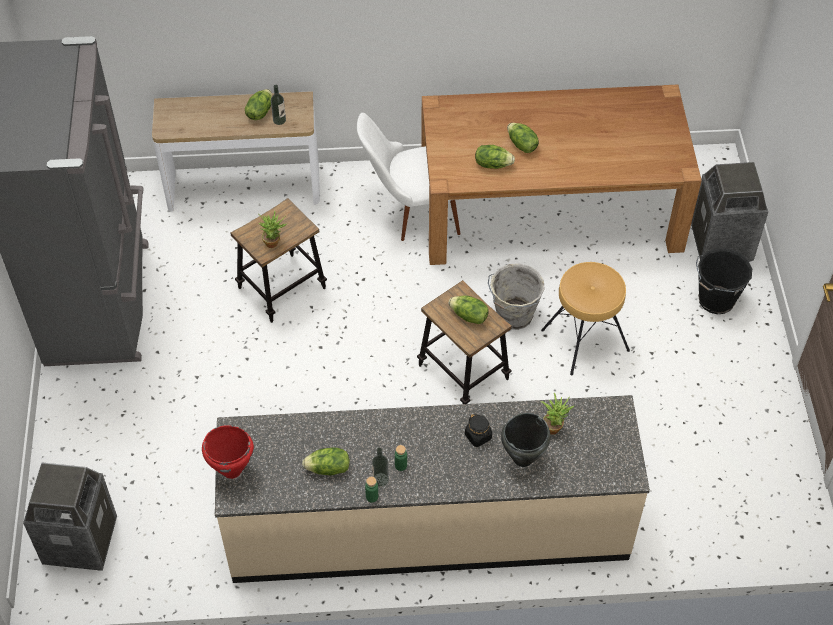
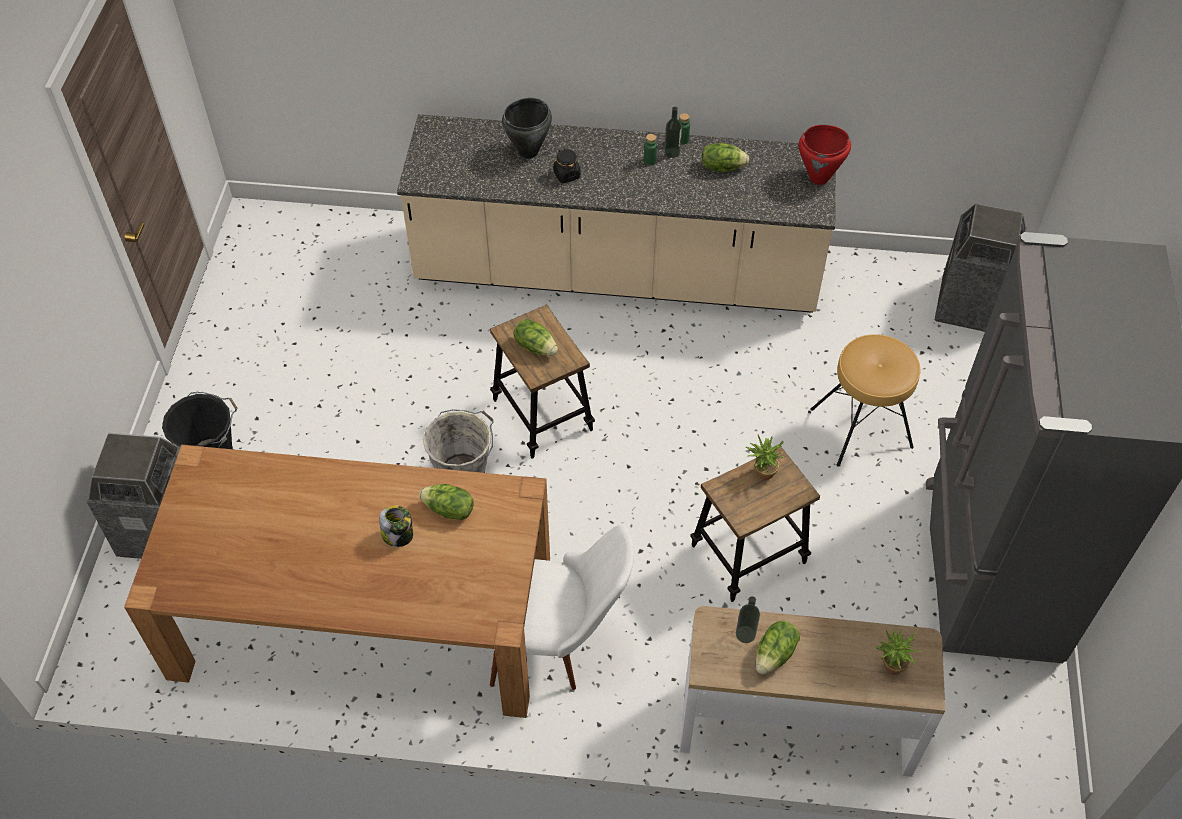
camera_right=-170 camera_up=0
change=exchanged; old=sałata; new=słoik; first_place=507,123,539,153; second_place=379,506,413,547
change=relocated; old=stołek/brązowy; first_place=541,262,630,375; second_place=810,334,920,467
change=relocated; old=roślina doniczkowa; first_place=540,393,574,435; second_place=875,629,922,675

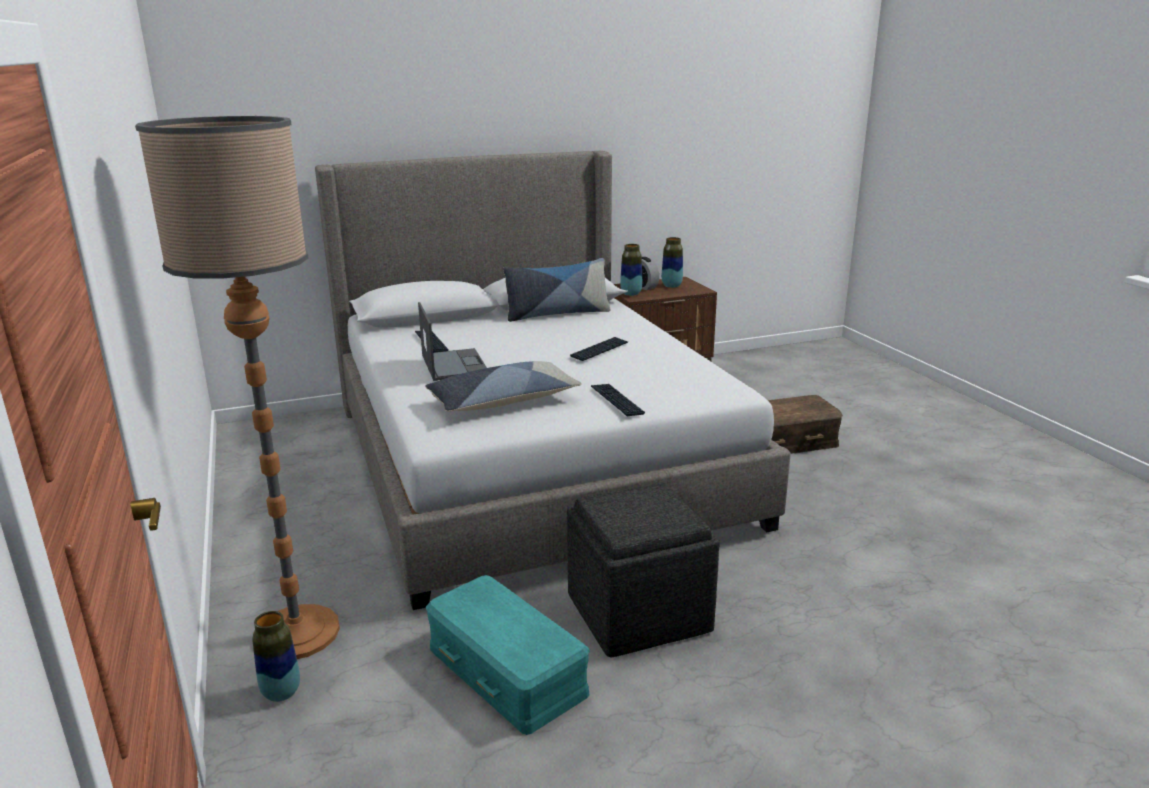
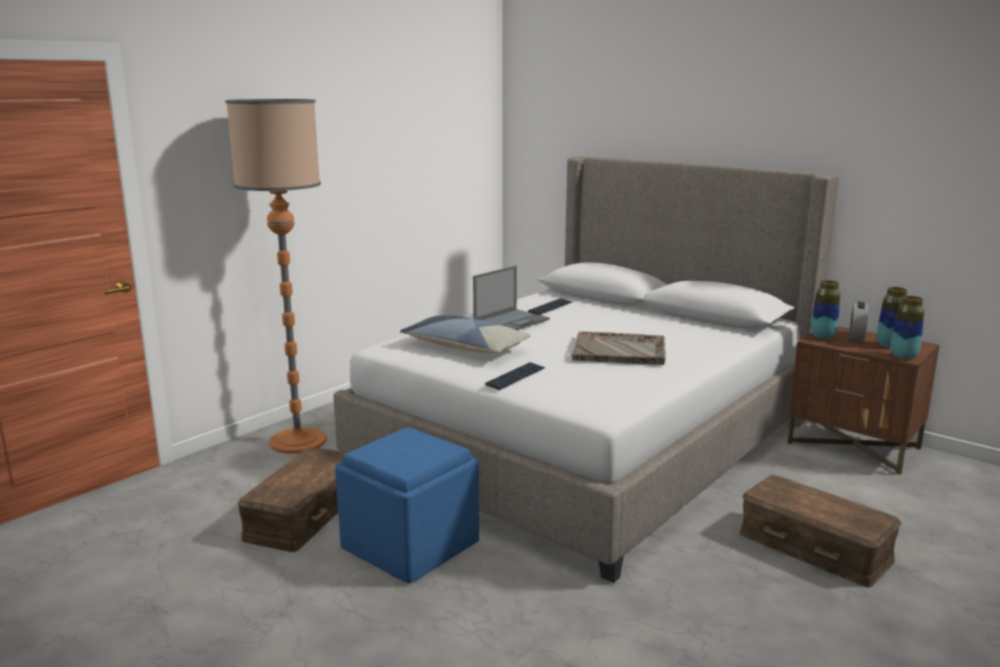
camera_right=60 camera_up=-5
change=colour; old=pojemnik do przechowywania/turkusowy; new=pojemnik do przechowywania/brązowy; first_place=426,575,590,735; second_place=237,447,347,552
change=colour; old=pufa/szary; new=pufa/niebieski; first_place=567,482,720,657; second_place=335,427,479,583
change=exchanged; old=klawiatura; new=taca/szary; first_place=570,337,628,361; second_place=572,331,666,365
change=relocated; old=wazon; first_place=252,611,300,702; second_place=891,296,924,359
change=missing; old=poduszka; first_place=503,258,611,322

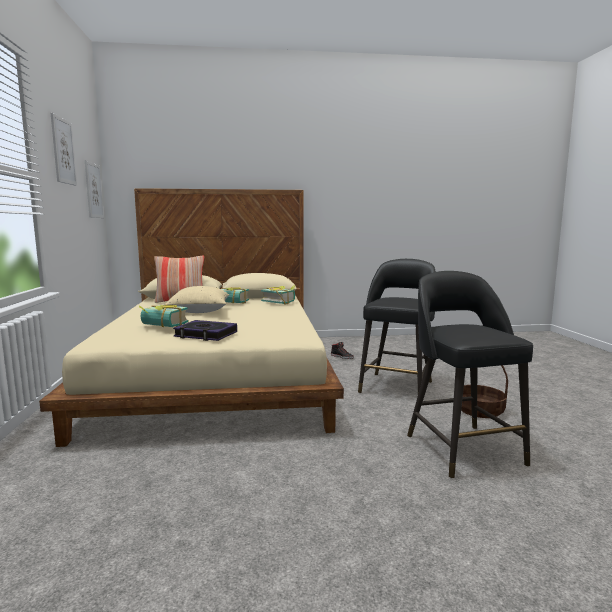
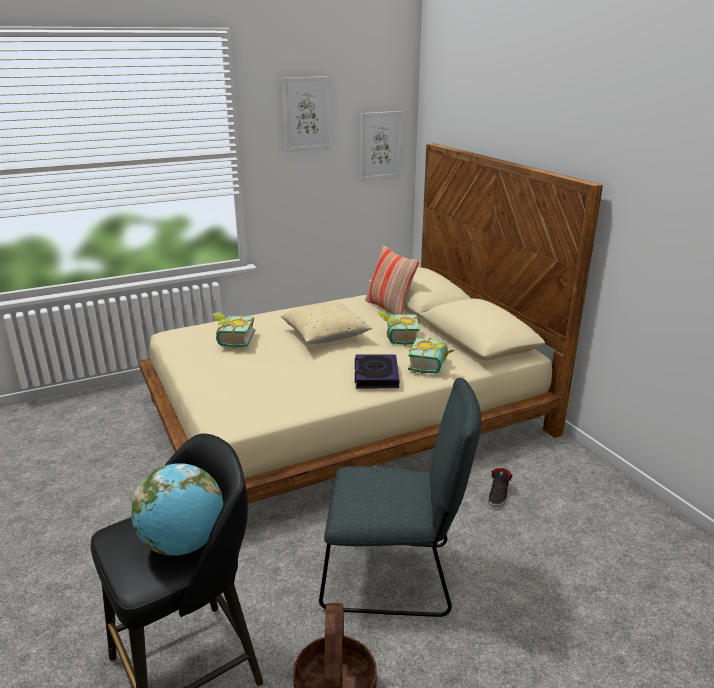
camera_right=70 camera_up=15
change=appeared; new=globus; second_place=131,463,223,556
change=exchanged; old=stołek/czarny; new=krzesło/szary; first_place=358,259,436,393; second_place=319,378,481,617
change=relocated; old=książka; first_place=173,320,237,341; second_place=355,354,399,388

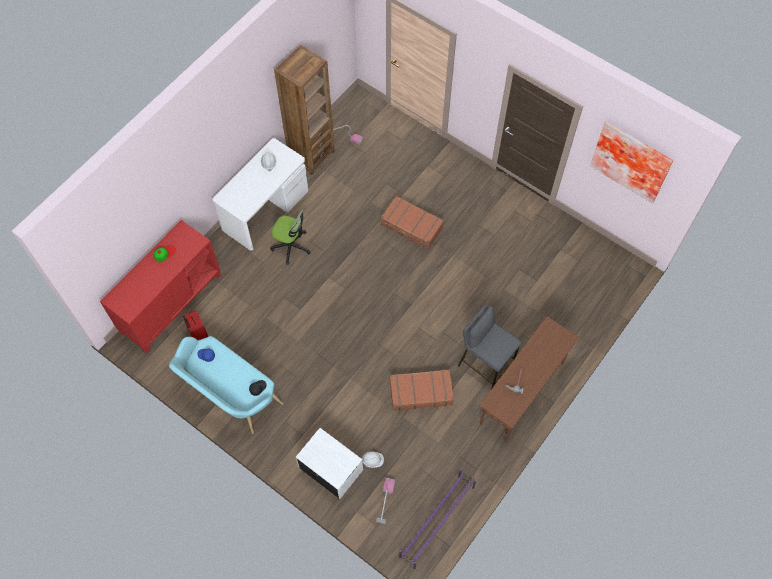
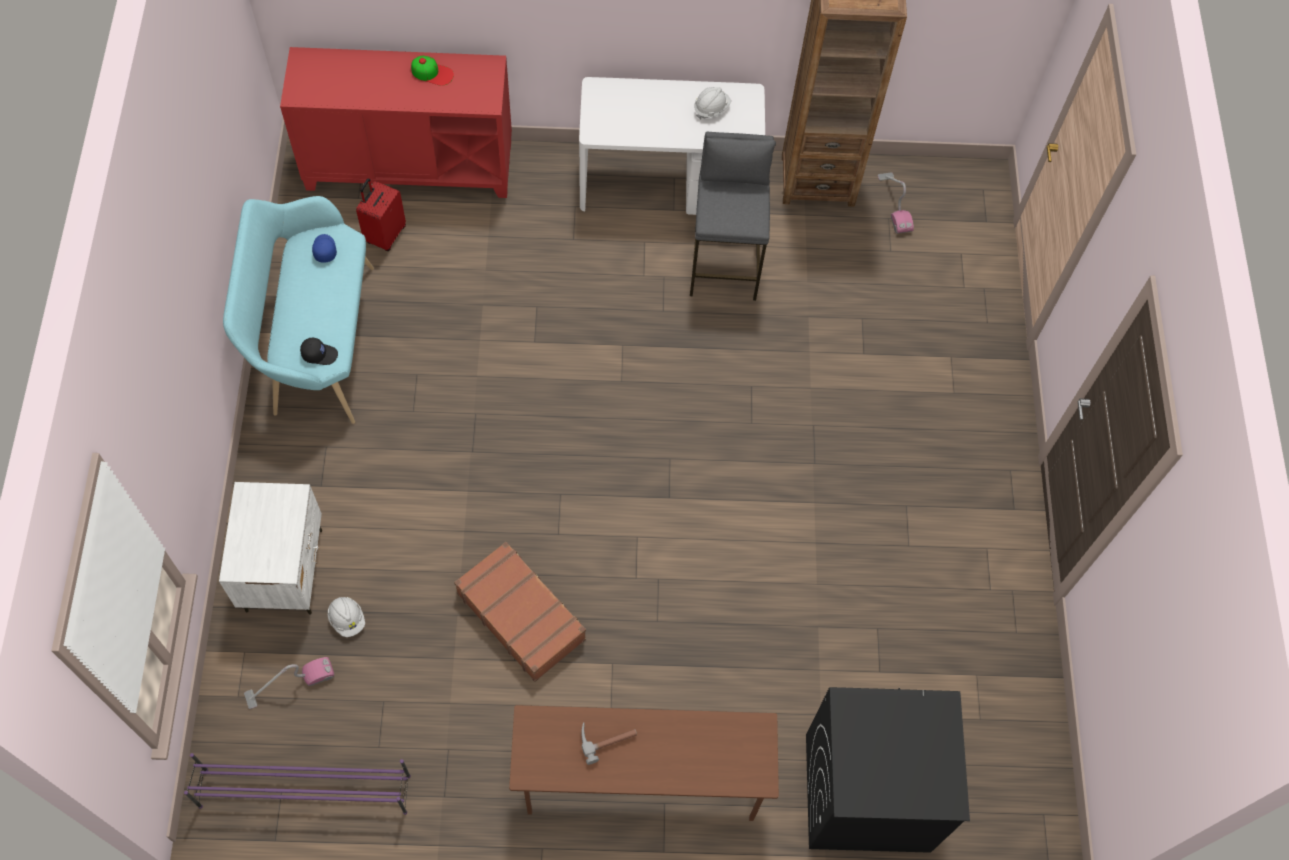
camera_right=50 camera_up=0
change=relocated; old=stołek/szary; first_place=458,305,522,389; second_place=690,132,776,301
change=appeared; new=pralka/czarny; second_place=806,687,970,853
change=missing; old=krzesło biurowe; first_place=270,210,311,265
change=missing; old=walizka/brązowy; first_place=381,196,444,249
change=missing; old=obraz; first_place=590,121,673,204

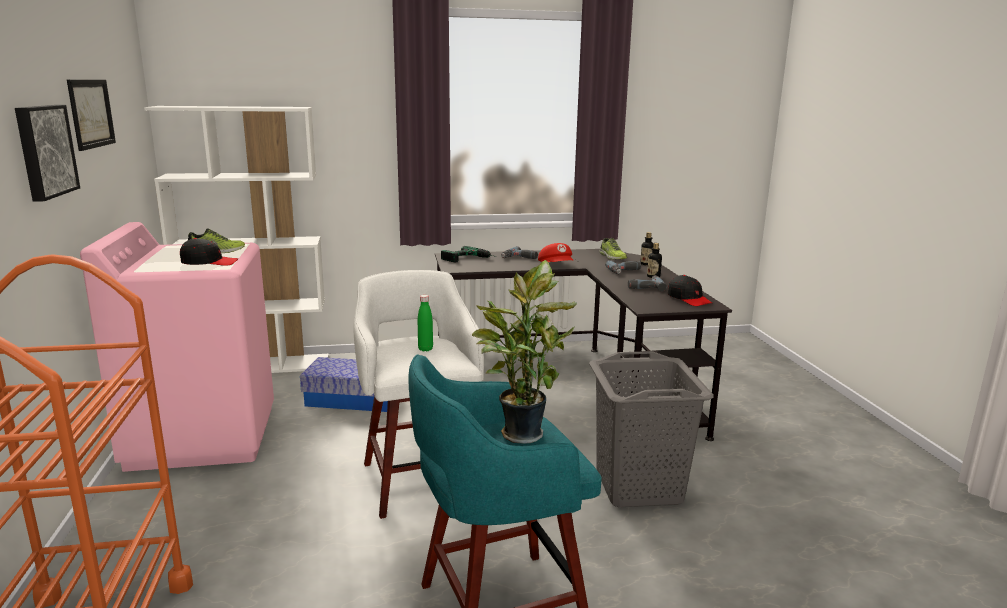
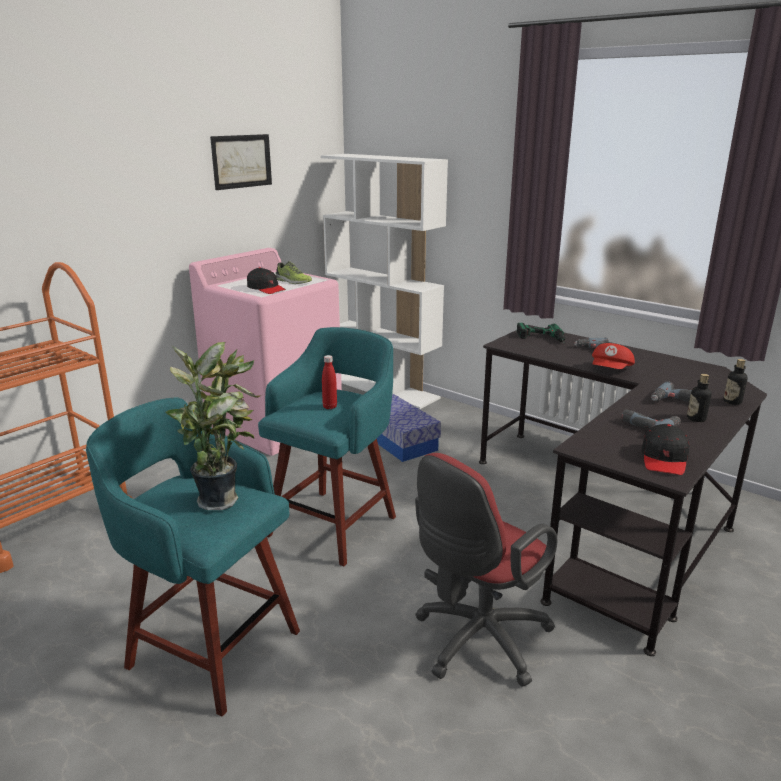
camera_right=50 camera_up=5
change=colour; old=stołek/biały; new=stołek/turkusowy; first_place=353,270,484,519; second_place=258,327,396,566
change=colour; old=butelka/zielony; new=butelka/czerwony; first_place=418,295,433,351; second_place=322,355,337,409
change=exchanged; old=kosz na pranie/szary; new=krzesło biurowe/czerwony; first_place=589,351,714,507; second_place=415,453,557,687
change=missing; old=obraz; first_place=15,105,80,202
change=missing; old=but; first_place=599,238,627,259

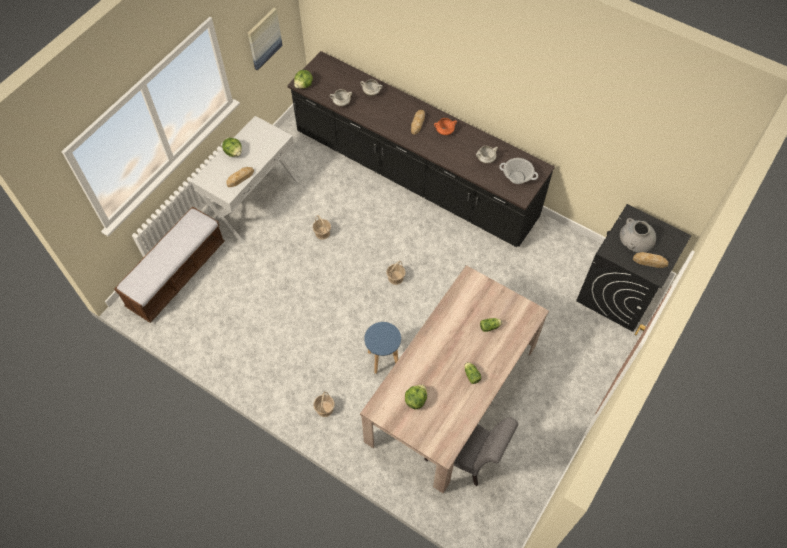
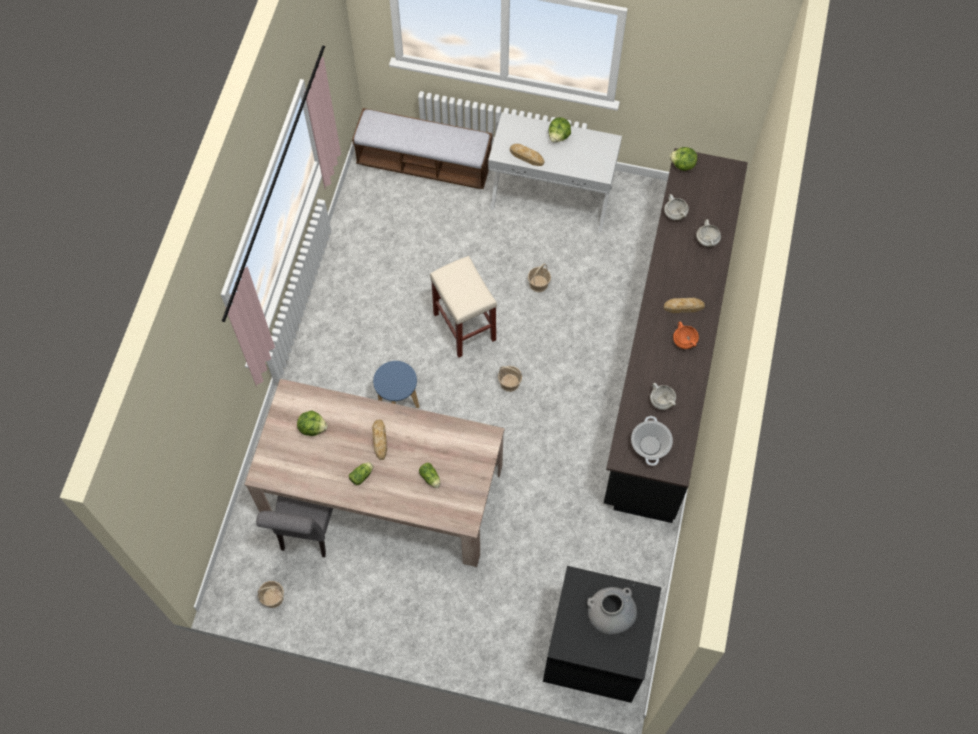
camera_right=70 camera_up=5
change=relocated; old=koszyk; first_place=314,391,334,417; second_place=258,581,284,608
change=relocated; old=chleb; first_place=633,252,668,268; second_place=372,419,387,460
change=appeared; new=stołek/beżowy; second_place=430,256,497,358
change=missing; old=obraz; first_place=248,8,283,70

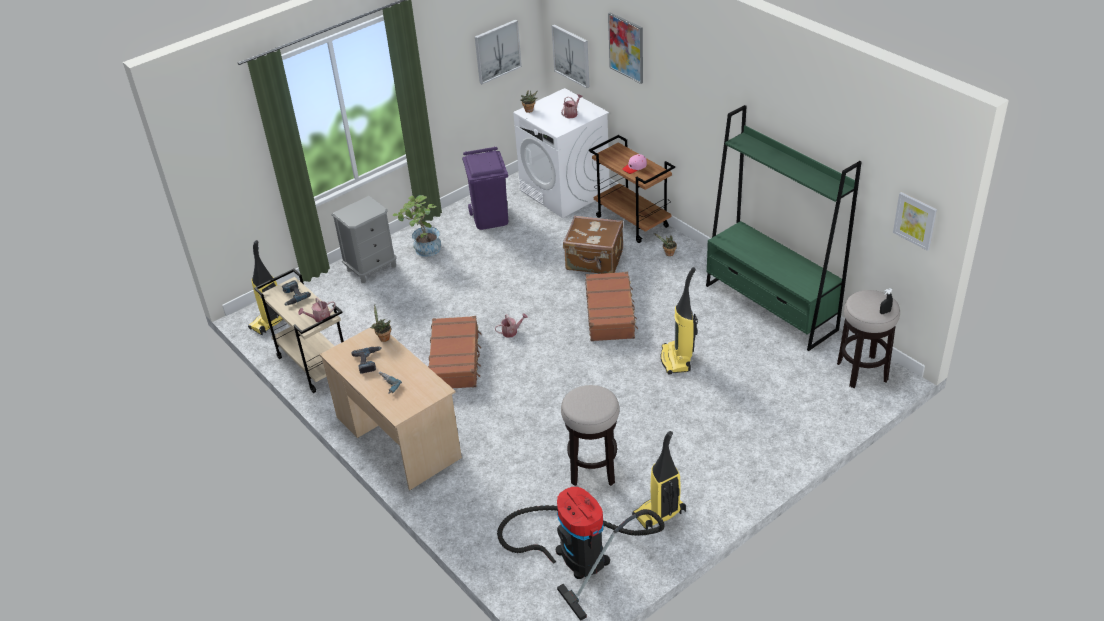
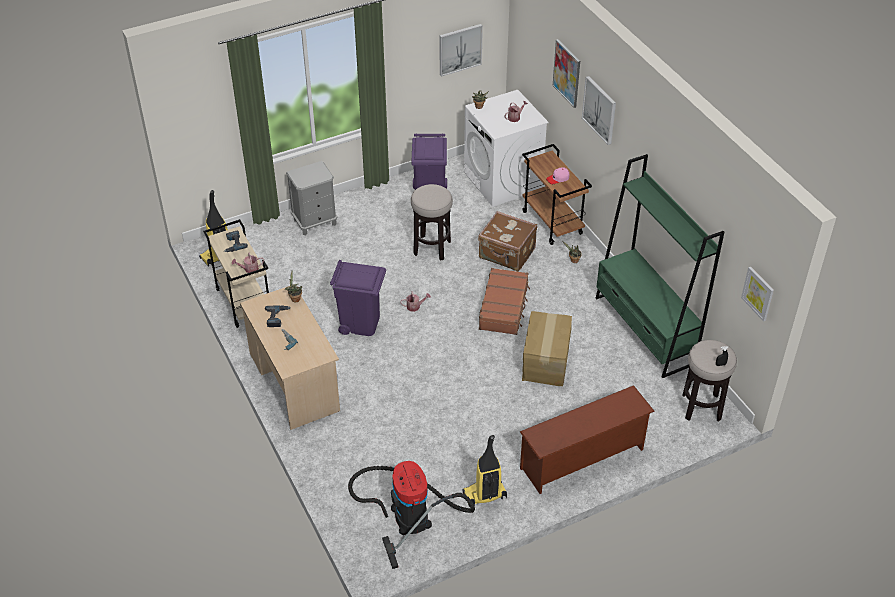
camera_right=10 camera_up=5
change=exchanged; old=walizka/brązowy; new=kosz na śmieci/fioletowy; first_place=428,316,482,388; second_place=330,260,386,336
change=relocated; old=stołek; first_place=561,385,620,486; second_place=411,184,453,261
change=appeared; new=regał na buty/brązowy; second_place=520,385,655,494
change=exchanged; old=odkurzacz; new=karton; first_place=661,267,698,374; second_place=522,311,572,386
change=relocated; old=obraz; first_place=552,24,589,88; second_place=582,76,616,145
change=missing; old=roślina doniczkowa; first_place=393,195,441,257

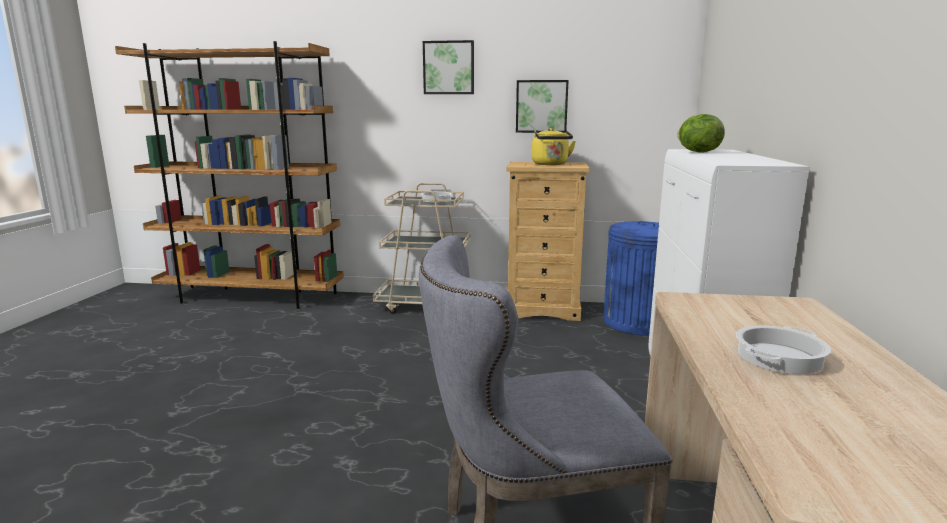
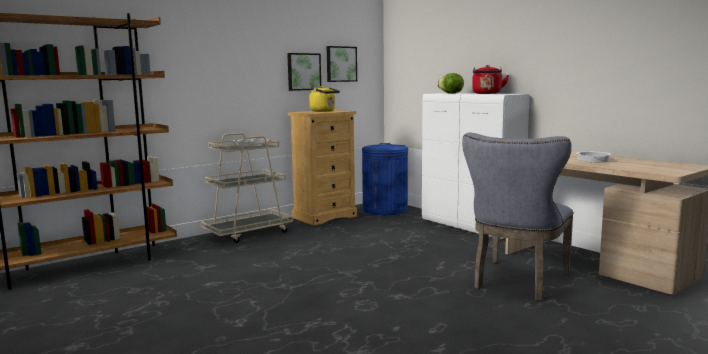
camera_right=-45 camera_up=-5
change=relocated; old=obraz; first_place=423,40,474,94; second_place=327,46,357,82
change=appeared; new=czajnik/czerwony; second_place=472,65,509,94

